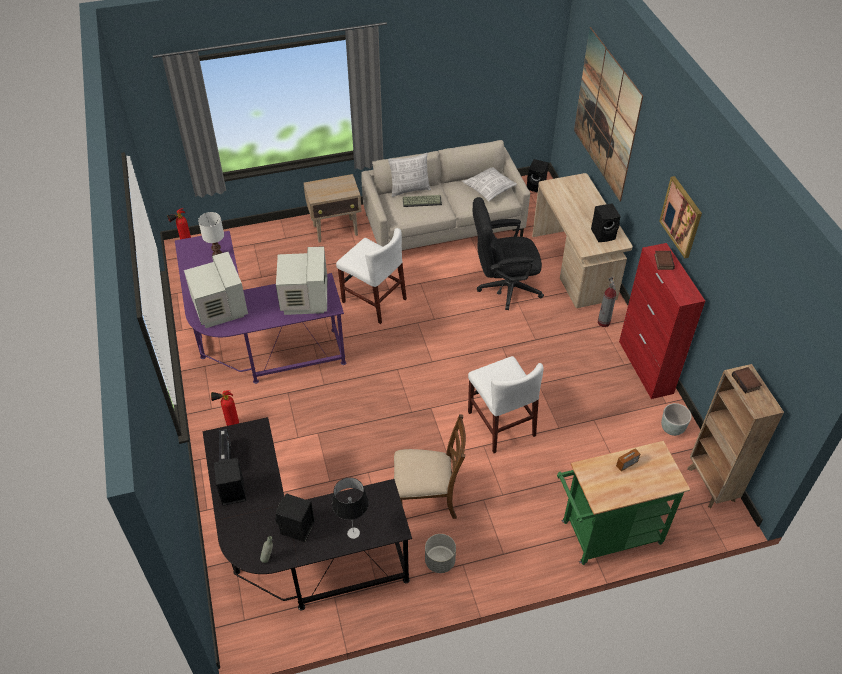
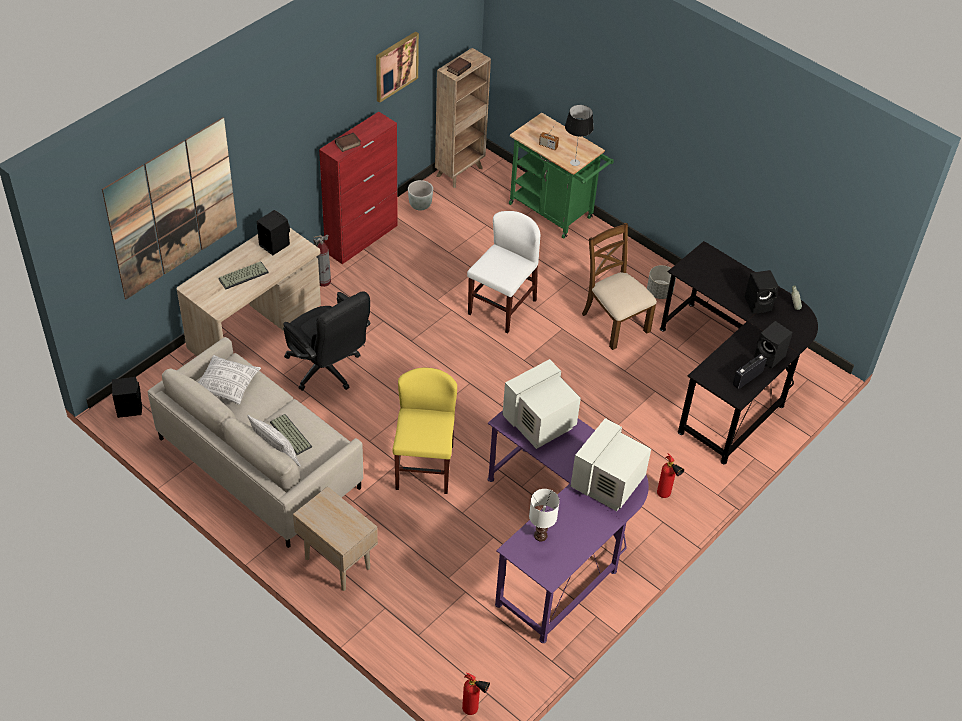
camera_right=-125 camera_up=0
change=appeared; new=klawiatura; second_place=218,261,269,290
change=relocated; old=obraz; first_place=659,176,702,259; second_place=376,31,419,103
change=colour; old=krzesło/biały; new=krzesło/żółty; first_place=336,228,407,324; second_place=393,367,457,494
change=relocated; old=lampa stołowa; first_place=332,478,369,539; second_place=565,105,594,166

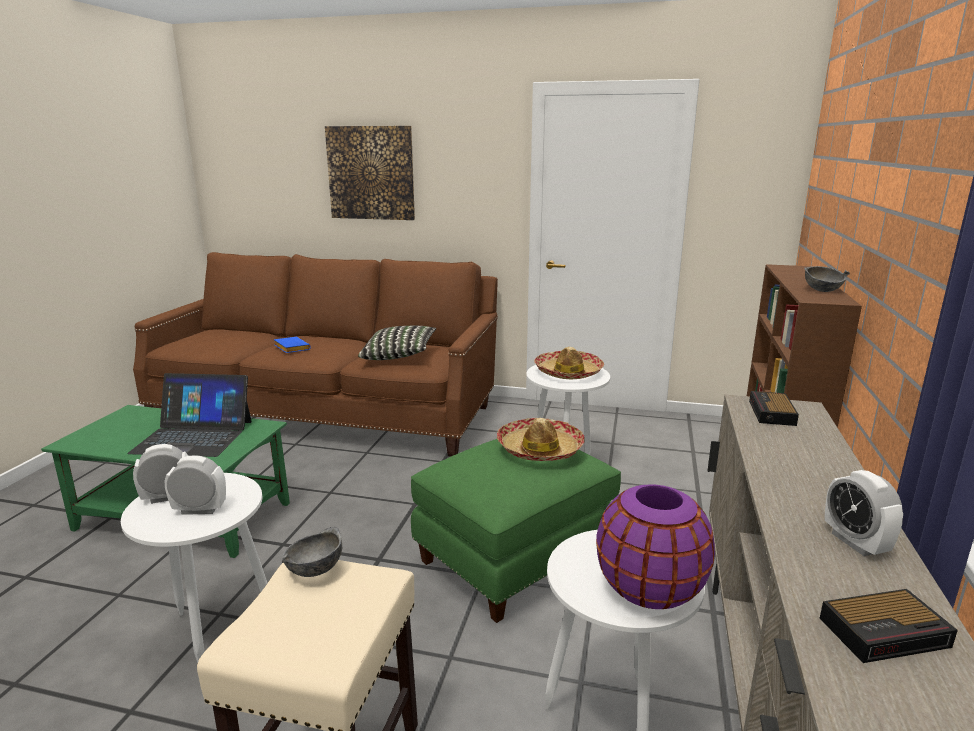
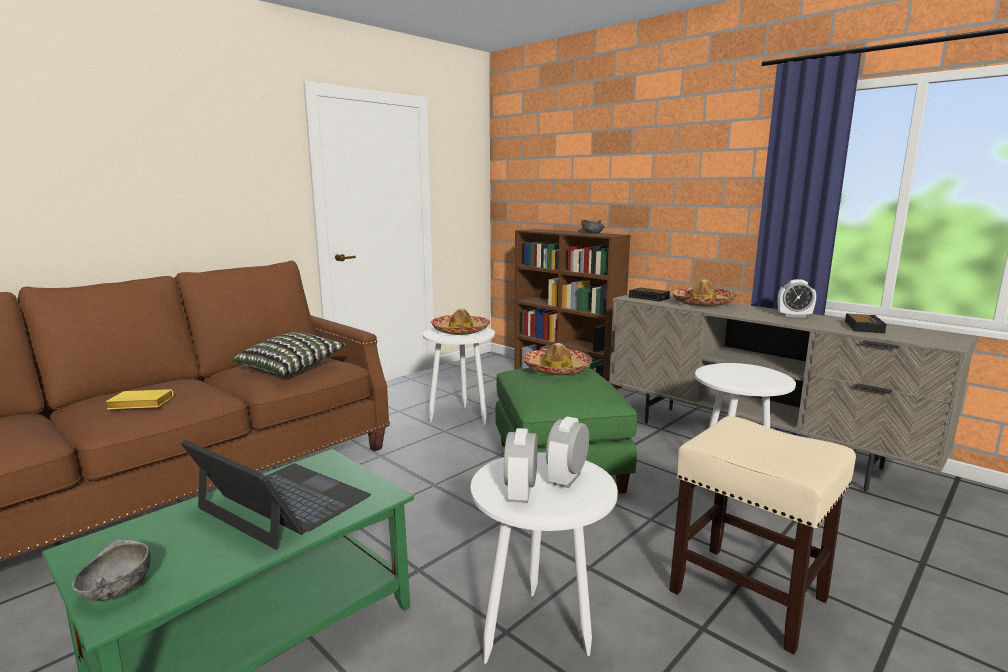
camera_right=-60 camera_up=-5
change=relocated; old=miska/szary; first_place=282,527,342,577; second_place=71,539,151,601
change=colour; old=książka/niebieski; new=książka/żółty; first_place=274,337,311,353; second_place=106,389,173,409
change=spun; old=laptop; first_place=127,373,252,457; second_place=181,440,371,550; degrees=-90
change=appeared; new=kapelusz; second_place=672,279,737,307
change=missing; old=obraz; first_place=325,126,415,220
change=missing; old=wazon/fioletowy; first_place=596,484,715,609

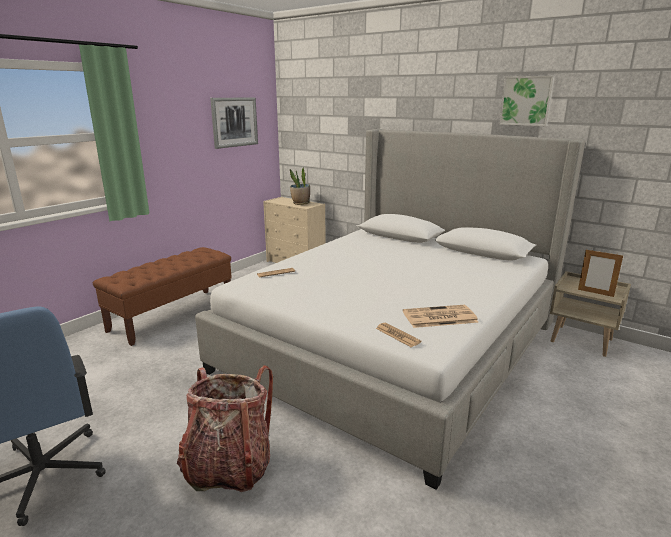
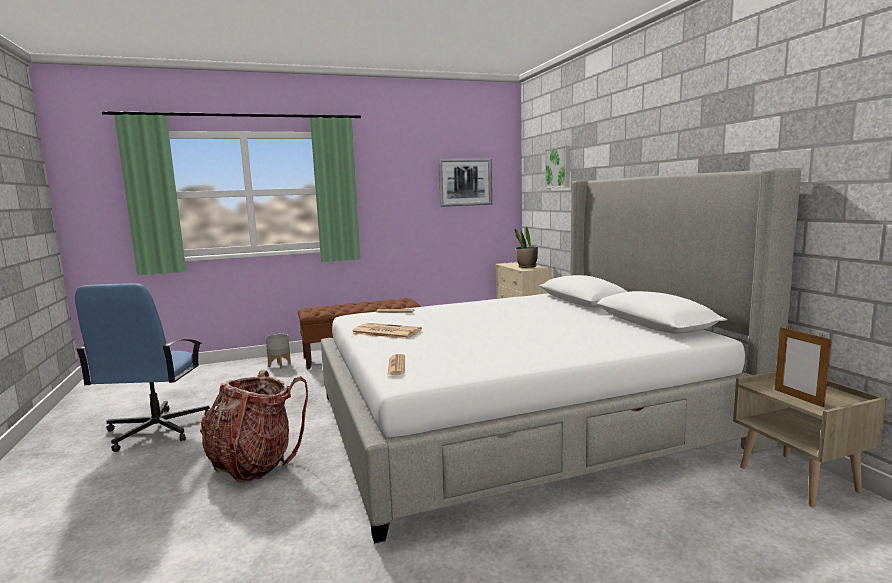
camera_right=35 camera_up=-10
change=appeared; new=donica/szary; second_place=266,334,291,368
change=relocated; old=gazeta; first_place=403,305,479,328; second_place=351,323,422,339
change=relocated; old=obraz; first_place=499,76,555,126; second_place=545,146,570,188

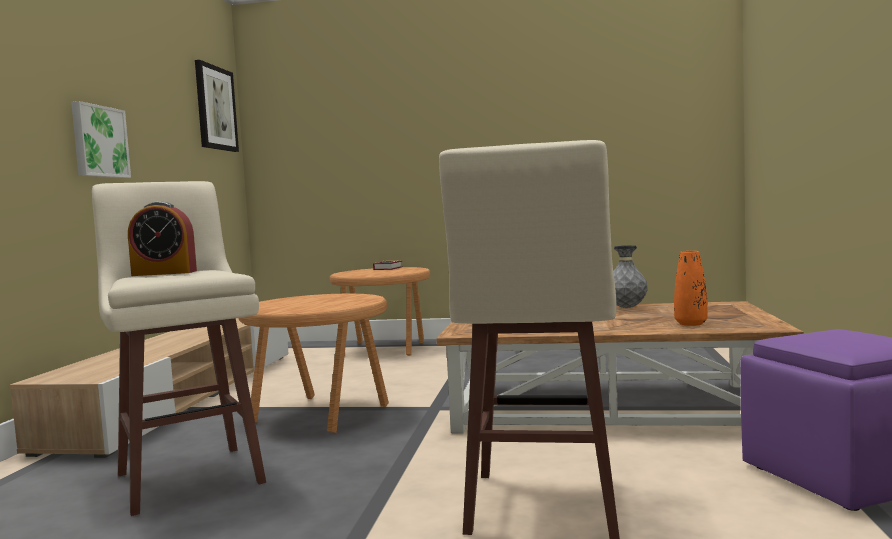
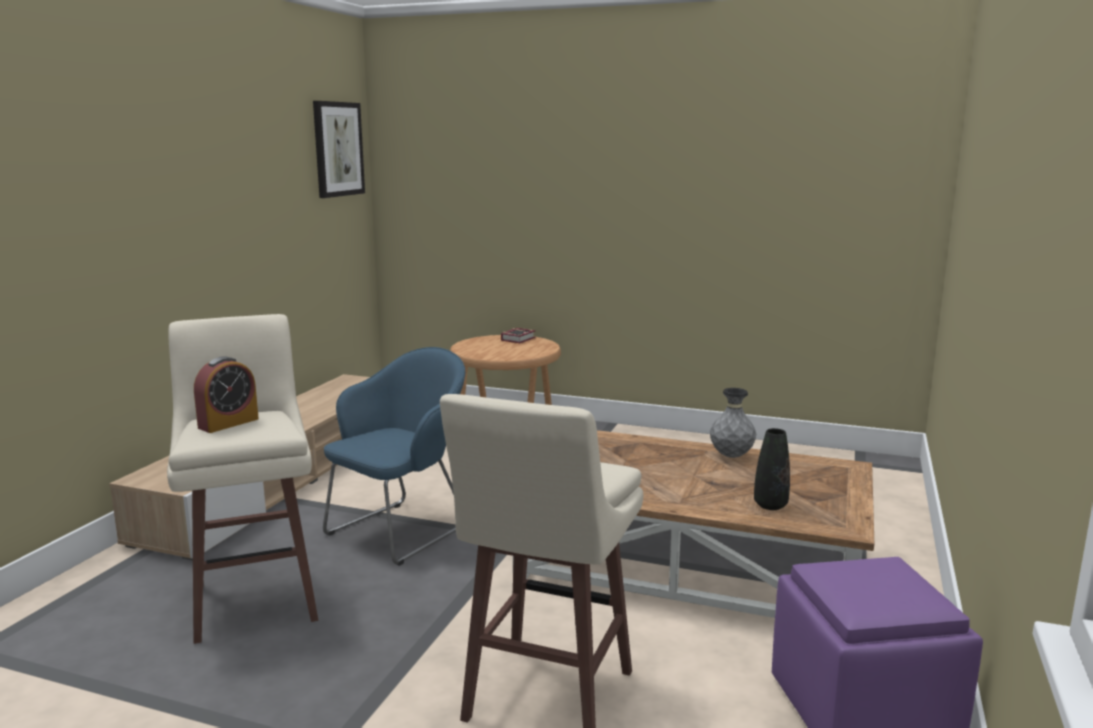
camera_right=10 camera_up=10
change=spun; old=budzik; first_place=128,202,197,276; second_place=194,356,259,433; degrees=-60
change=exchanged; old=stolik/brązowy; new=fotel/niebieski; first_place=239,293,389,433; second_place=323,347,465,566
change=colour; old=wazon/pomarańczowy; new=wazon/czarny; first_place=674,251,708,326; second_place=754,428,790,510
change=missing; old=obraz; first_place=71,101,131,178

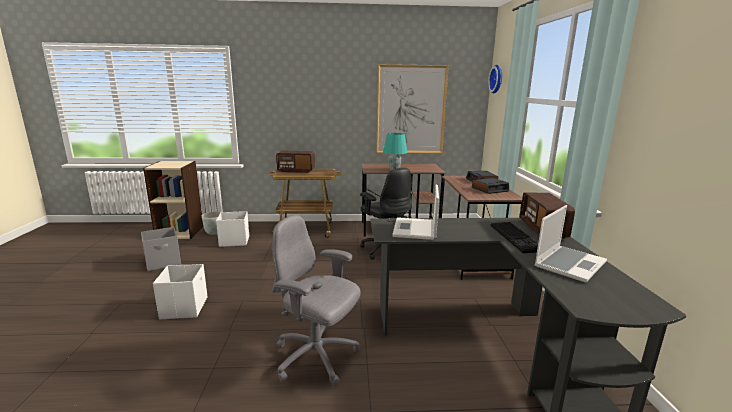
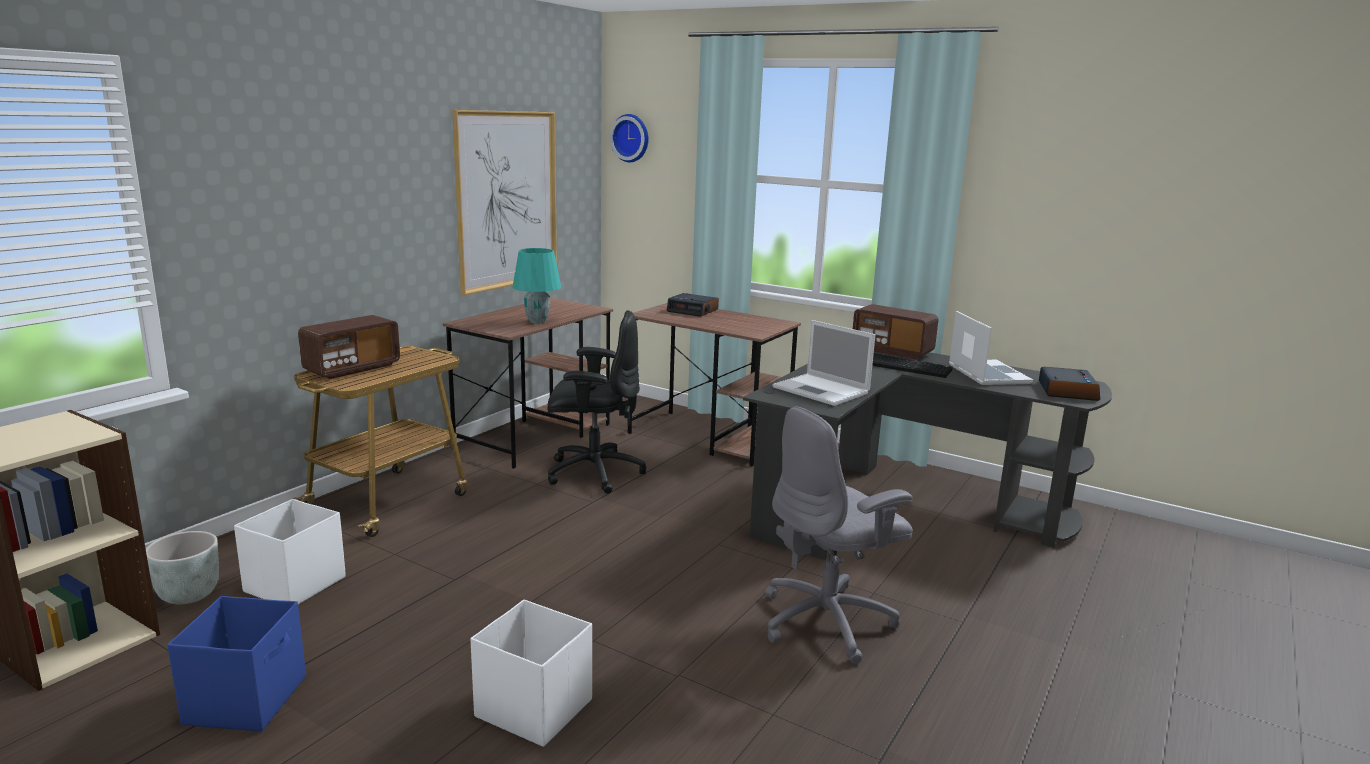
camera_right=-55 camera_up=0
change=colour; old=pojemnik do przechowywania/szary; new=pojemnik do przechowywania/niebieski; first_place=141,227,181,271; second_place=167,596,306,732
change=relocated; old=budzik; first_place=472,178,509,194; second_place=1039,367,1100,401

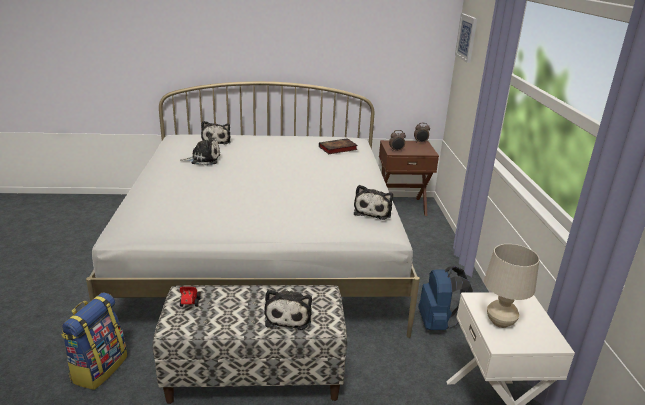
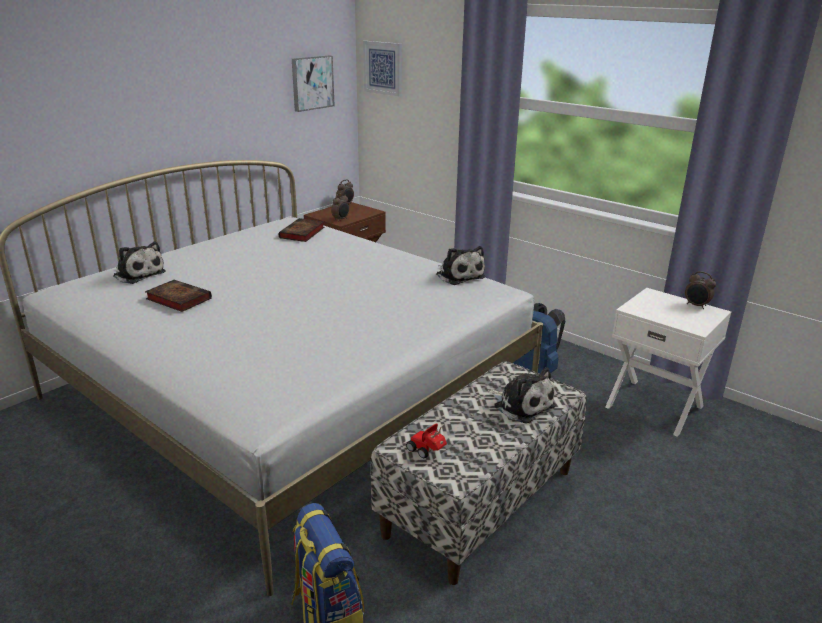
camera_right=-45 camera_up=0
change=exchanged; old=pluszak; new=książka; first_place=181,135,221,166; second_place=145,280,212,312
change=appeared; new=obraz; second_place=292,56,335,112
change=appeared; new=budzik; second_place=685,271,716,309
change=missing; old=lampa stołowa/beżowy; first_place=484,244,539,328

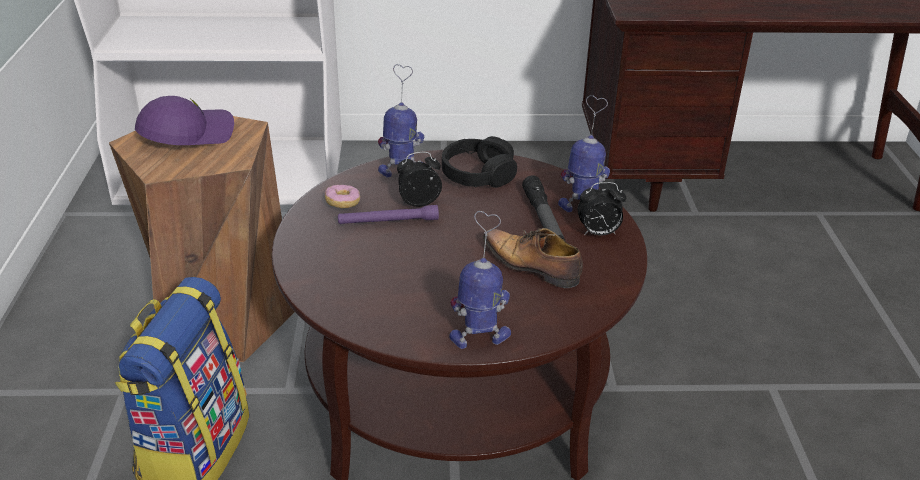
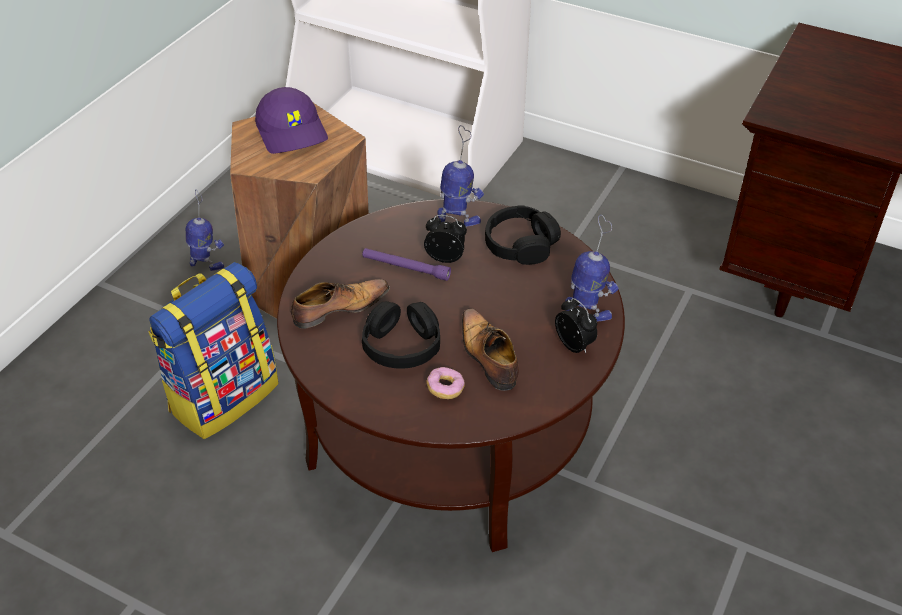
camera_right=30 camera_up=10
change=relocated; old=robot zabawkowy; first_place=449,211,511,349; second_place=186,190,224,271
change=spun; old=czapka z daszkiem/fioletowy; first_place=135,96,234,145; second_place=255,87,328,154; degrees=75
change=appeared; new=but; second_place=291,279,390,329
change=appeared; new=słuchawki/czarny; second_place=362,301,440,369
change=relocated; old=donut; first_place=325,185,360,208; second_place=427,367,465,399
change=spun; old=budzik; first_place=578,182,626,236; second_place=555,298,597,353; degrees=-150
change=missing; old=latarka; first_place=522,175,565,241

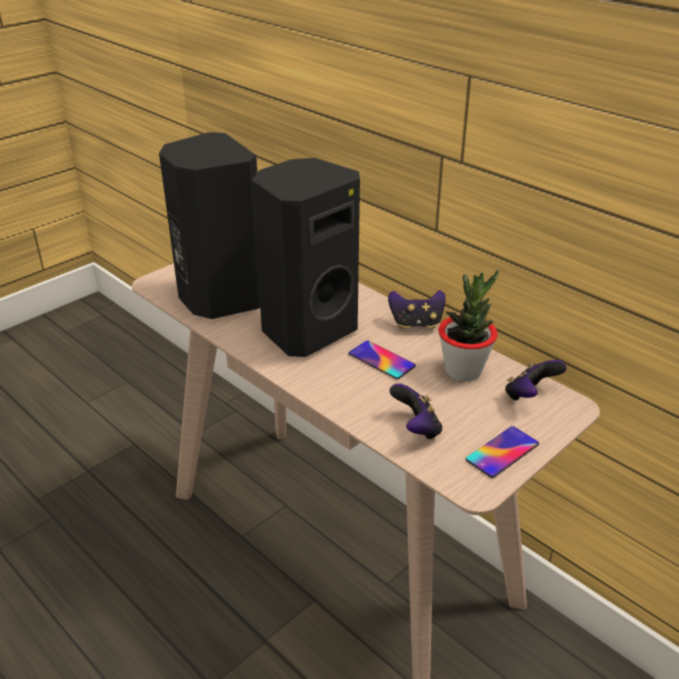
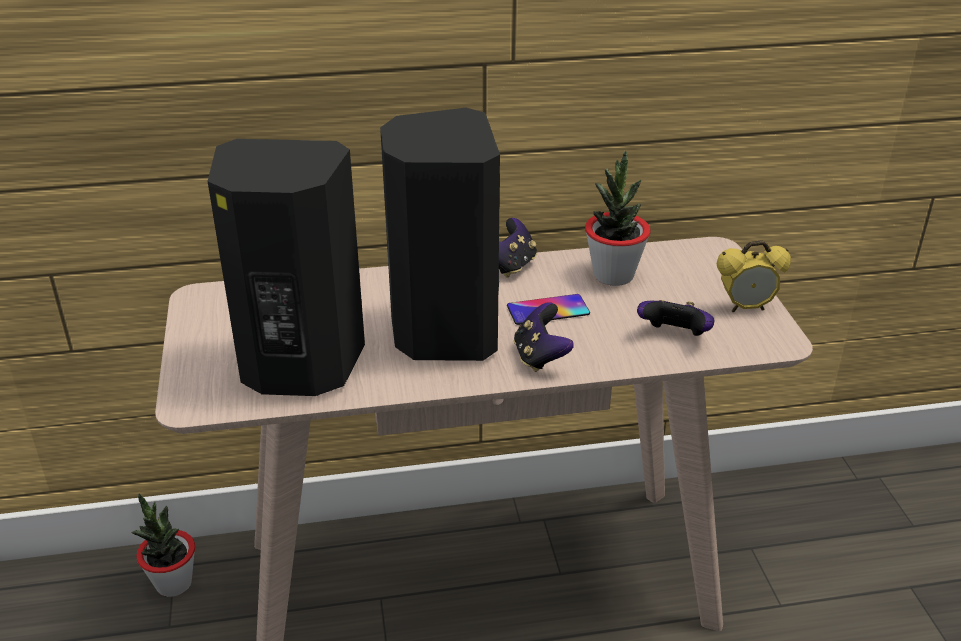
camera_right=-55 camera_up=0
change=appeared; new=roślina doniczkowa; second_place=132,493,195,597
change=relocated; old=pad do gier; first_place=505,360,567,400; second_place=514,302,574,372
change=exchanged; old=telefon; new=budzik; first_place=466,426,539,478; second_place=717,240,791,312

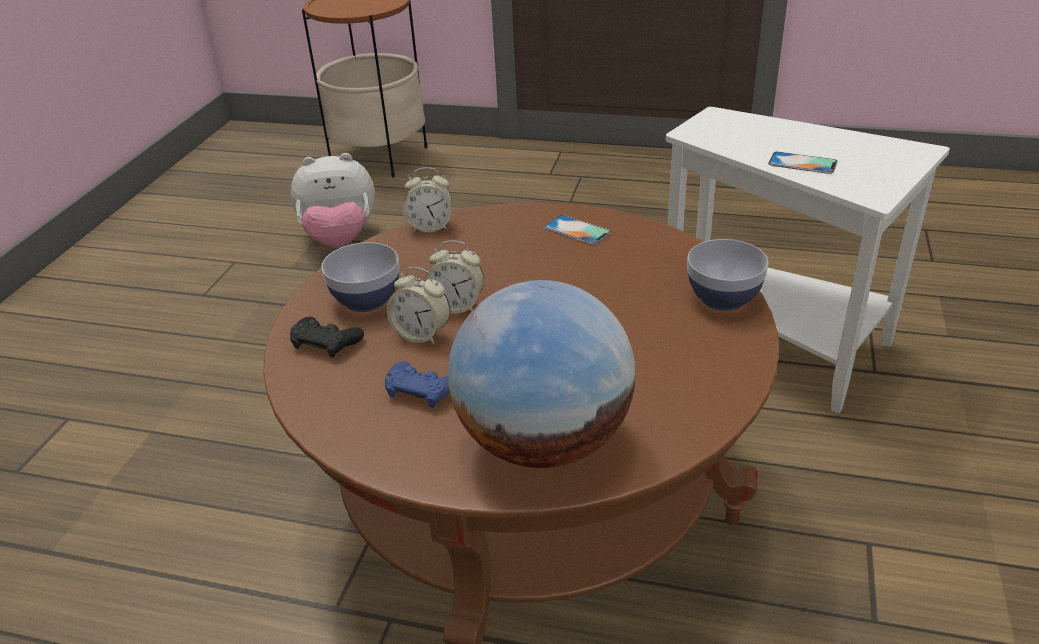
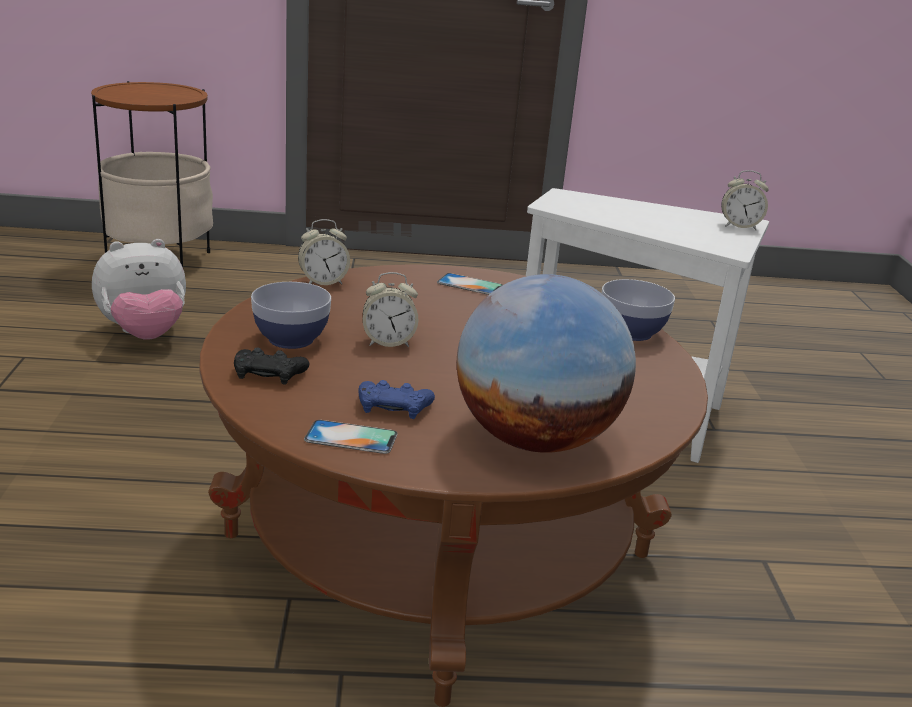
camera_right=-20 camera_up=-10
change=relocated; old=telefon; first_place=768,152,838,174; second_place=304,420,398,454
change=relocated; old=budzik; first_place=387,267,450,345; second_place=721,170,769,230

